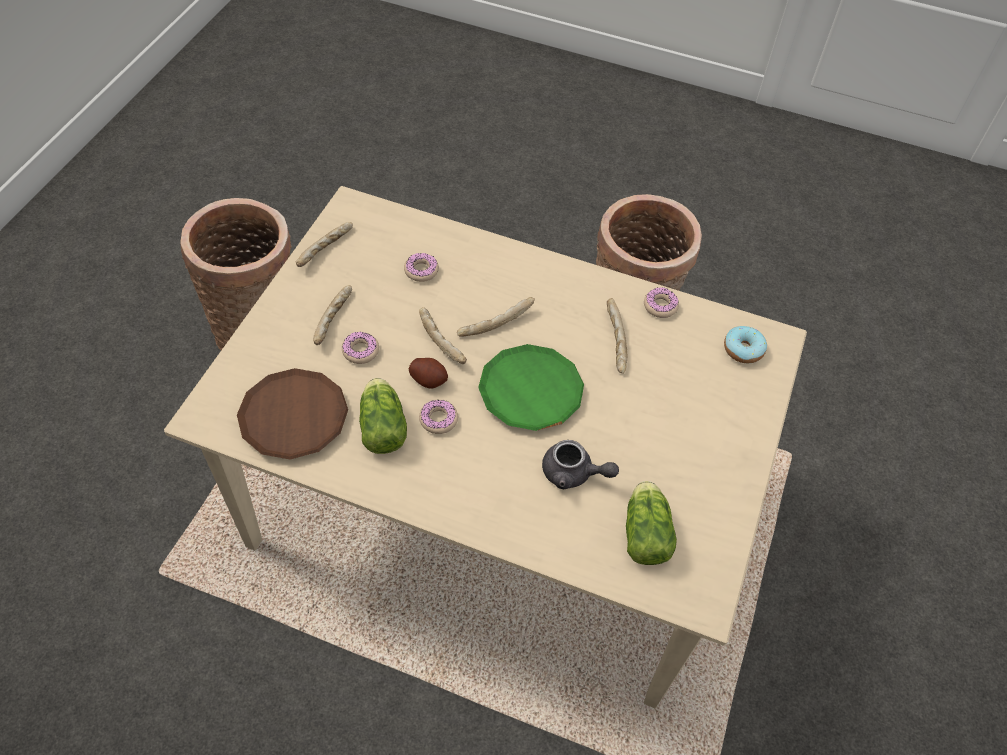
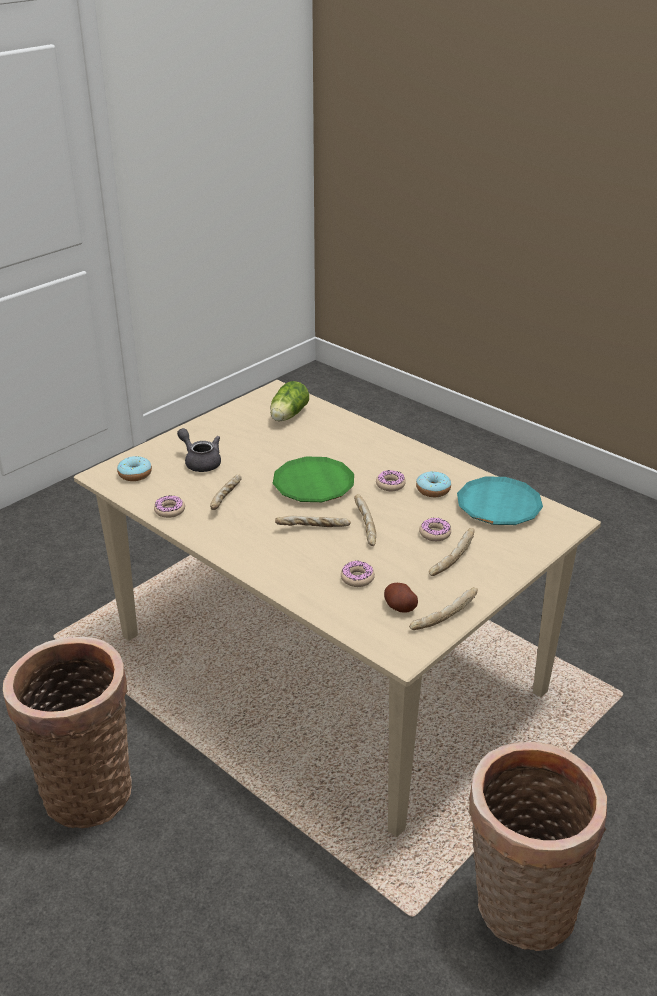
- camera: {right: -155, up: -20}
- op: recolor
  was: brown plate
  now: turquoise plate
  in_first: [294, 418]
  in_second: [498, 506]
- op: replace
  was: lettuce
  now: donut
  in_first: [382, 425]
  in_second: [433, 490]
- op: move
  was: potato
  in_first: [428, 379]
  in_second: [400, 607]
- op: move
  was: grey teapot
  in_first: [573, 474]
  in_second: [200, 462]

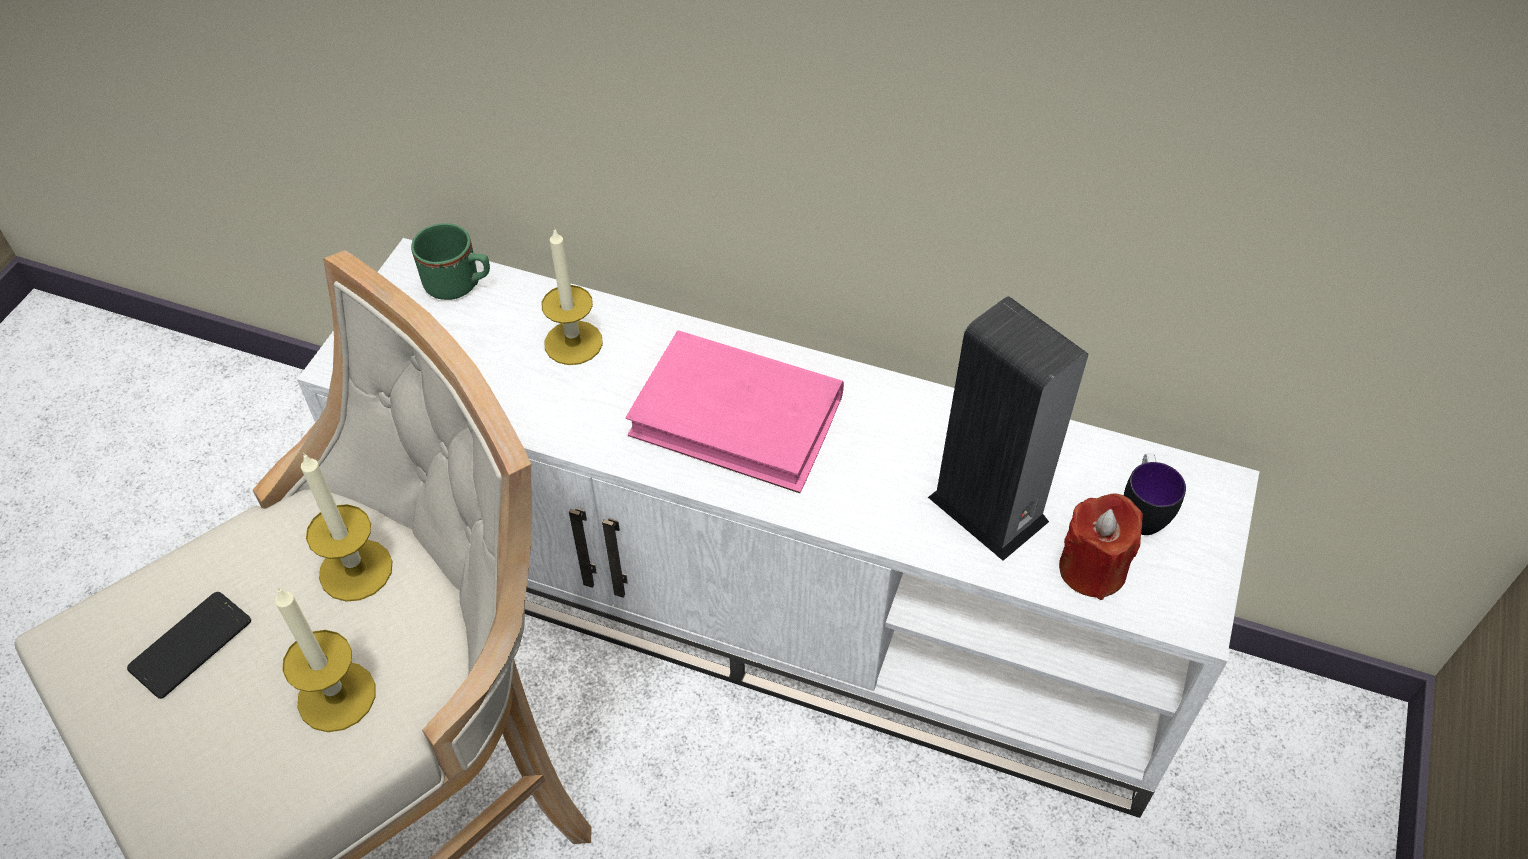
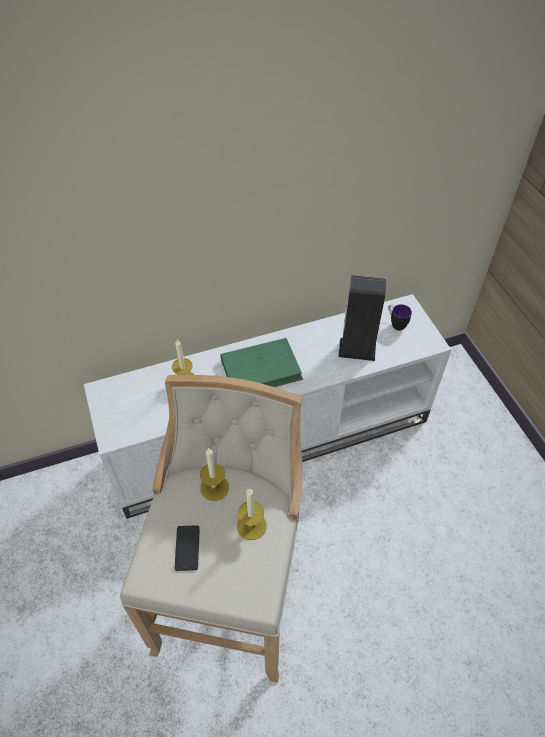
- camera: {right: -40, up: 0}
- op: delete
  was: green mug
  in_first: [459, 285]
- op: recolor
  was: pink book
  now: green book
  in_first: [738, 417]
  in_second: [261, 369]
- op: delete
  was: red candle
  in_first: [1092, 569]

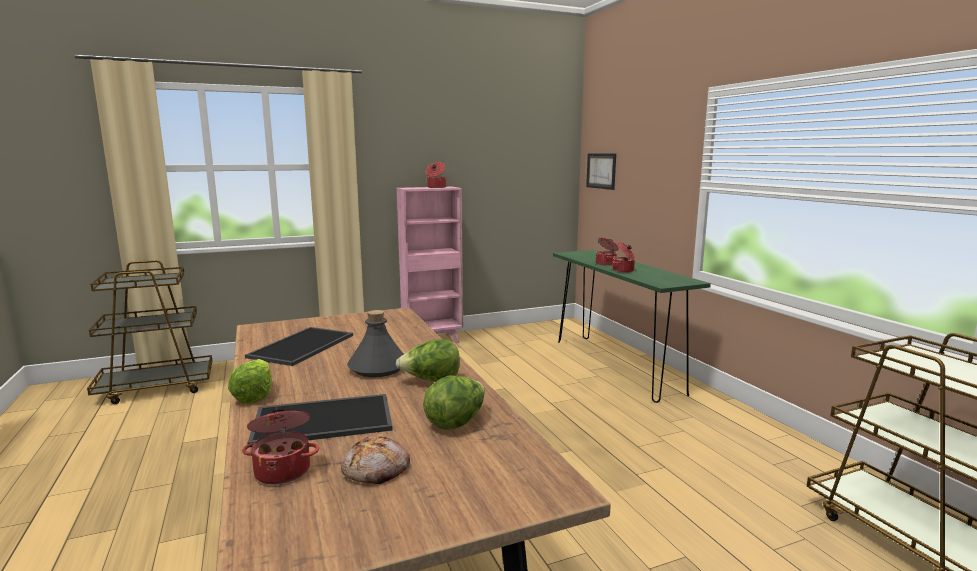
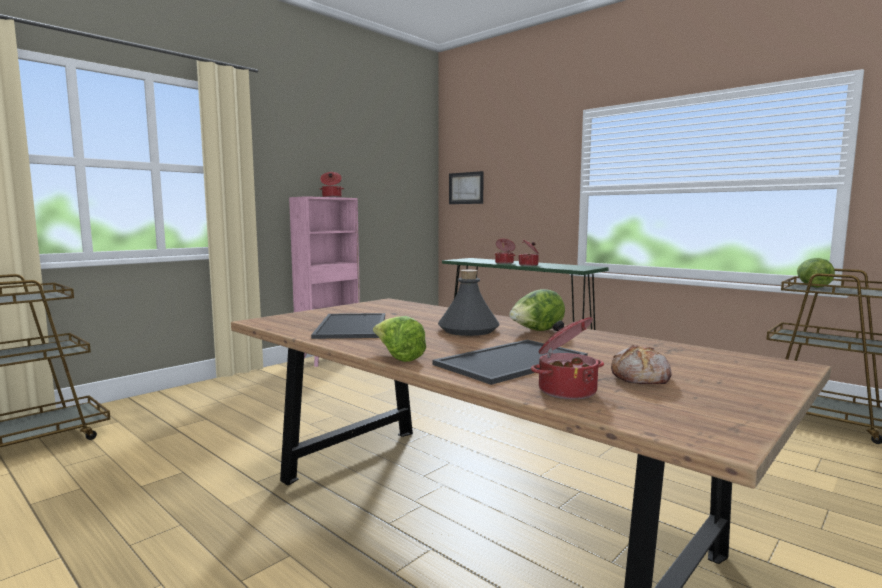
- camera: {right: -25, up: -5}
- op: move
  was: lettuce
  in_first: [456, 422]
  in_second: [812, 286]

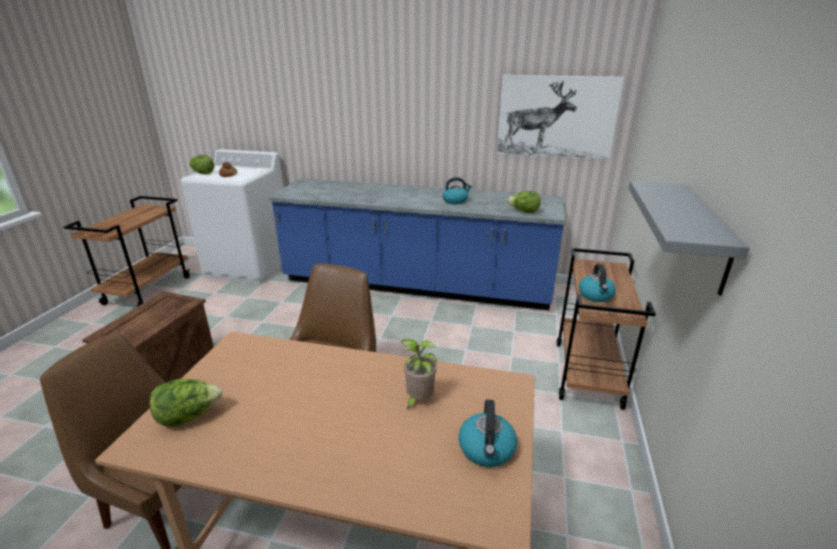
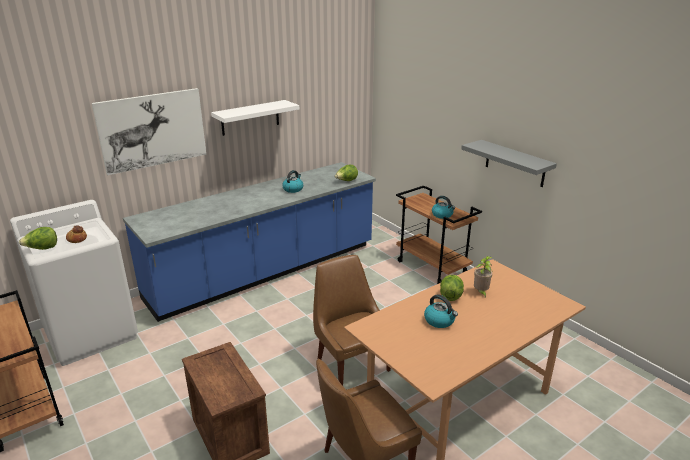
- camera: {right: -50, up: 0}
- op: move
  was: lettuce
  in_first: [189, 416]
  in_second: [450, 295]
- op: move
  was: kettle
  in_first: [487, 449]
  in_second: [440, 321]
- op: move
  was: picture
  in_first: [556, 117]
  in_second: [152, 130]
- op: insert
  now: white shelf
  in_second: [250, 117]

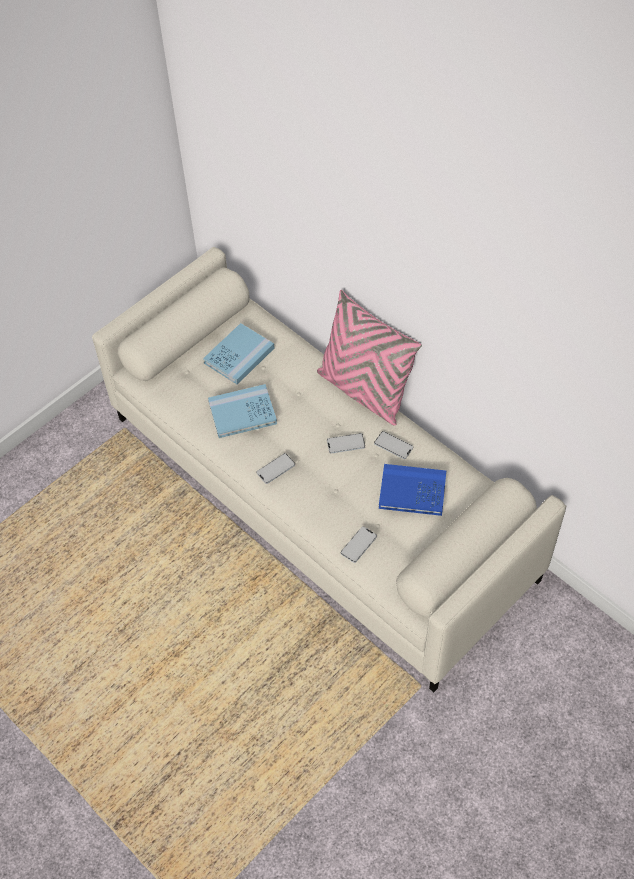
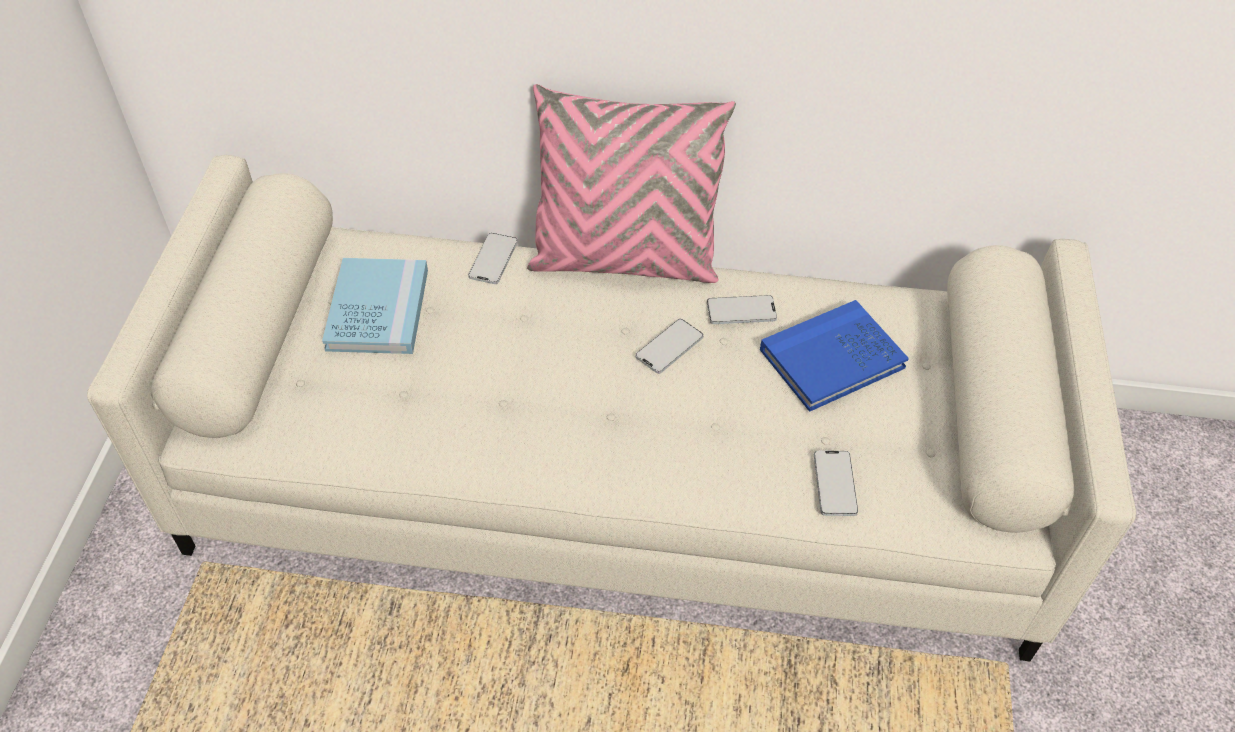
- camera: {right: -40, up: -5}
- op: delete
  was: blue book
  in_first: [242, 413]
- op: move
  was: phone
  in_first: [276, 469]
  in_second: [493, 259]

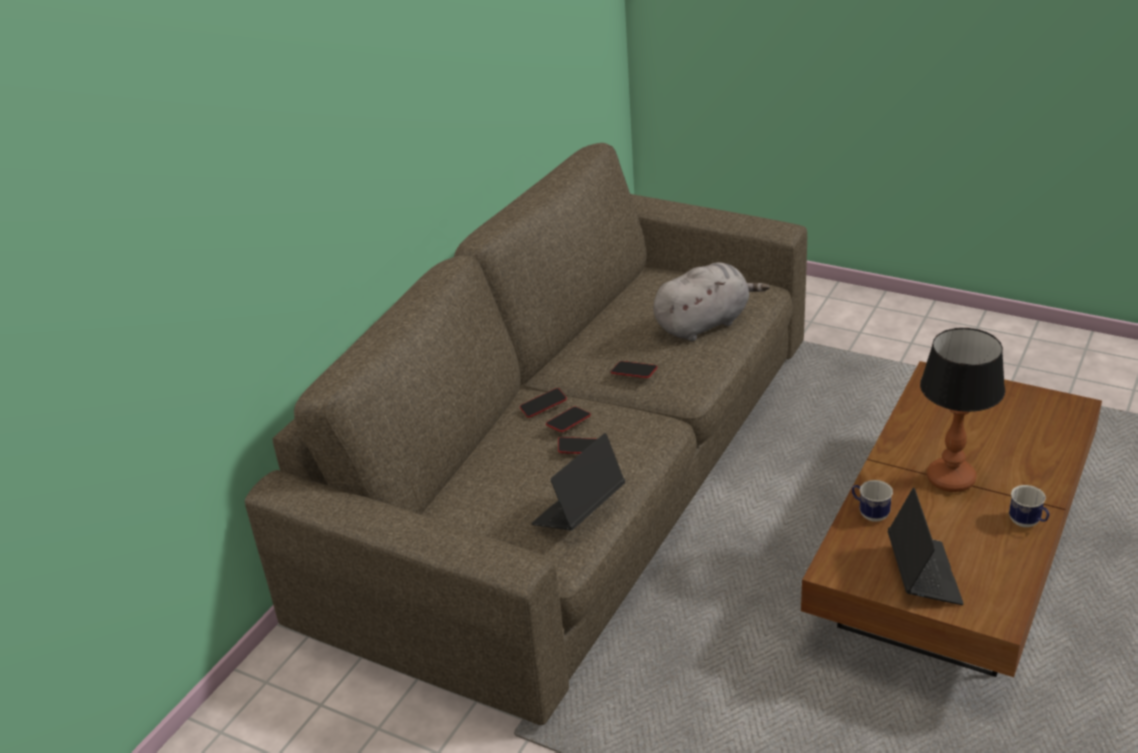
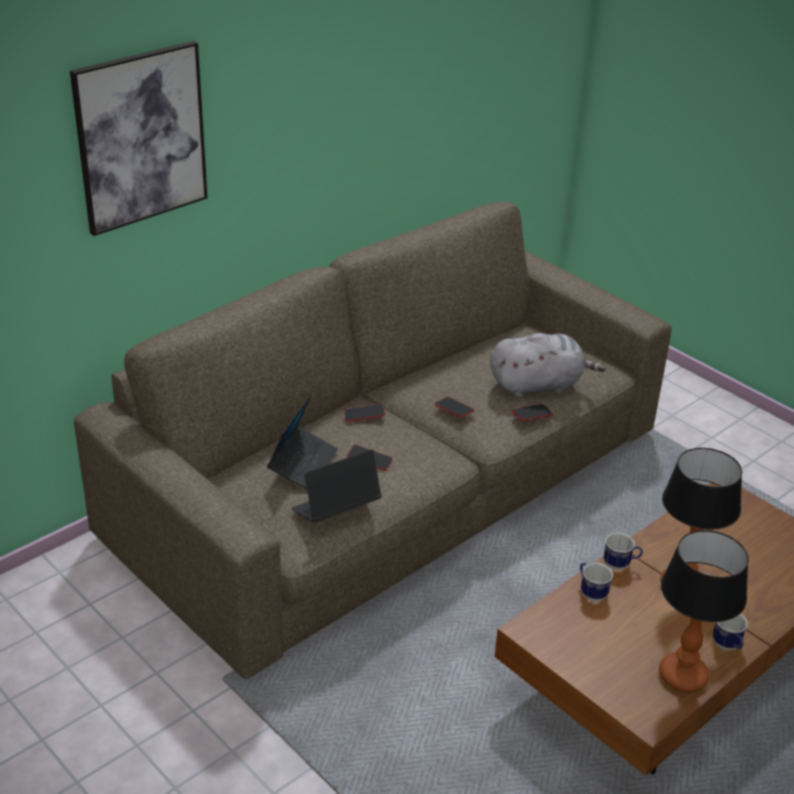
- camera: {right: 15, up: 0}
- op: move
  was: phone
  in_first: [568, 422]
  in_second: [532, 415]
- op: move
  was: laptop
  in_first: [923, 574]
  in_second: [303, 464]
- op: insert
  now: picture
  in_second: [141, 137]
- op: insert
  now: mug
  in_second: [620, 565]
- op: insert
  now: table lamp
  in_second: [681, 675]

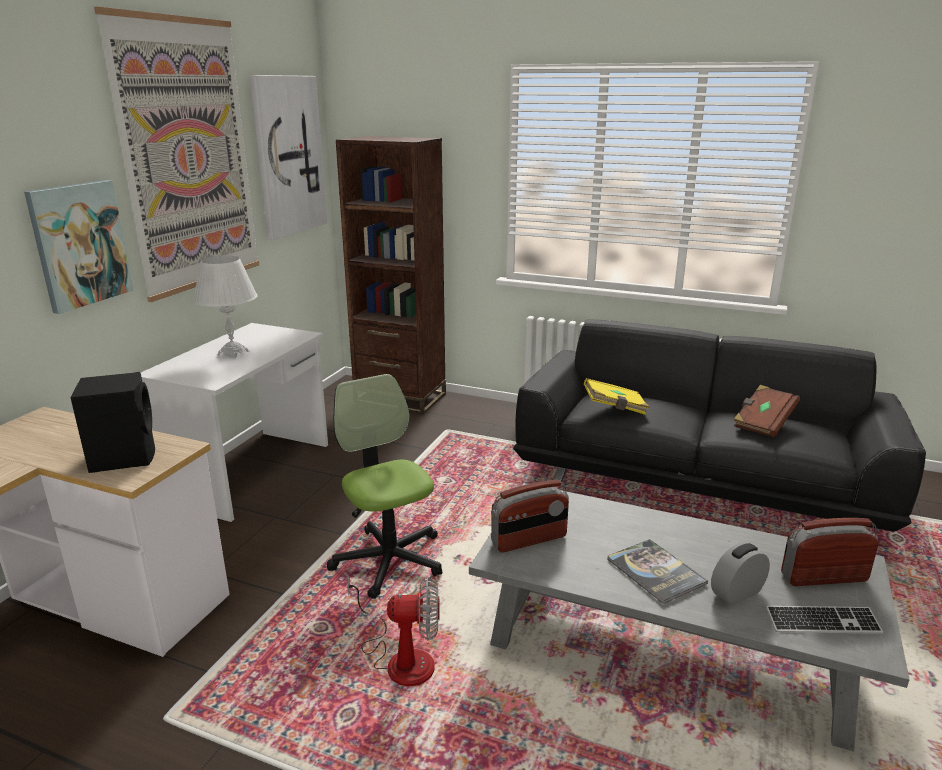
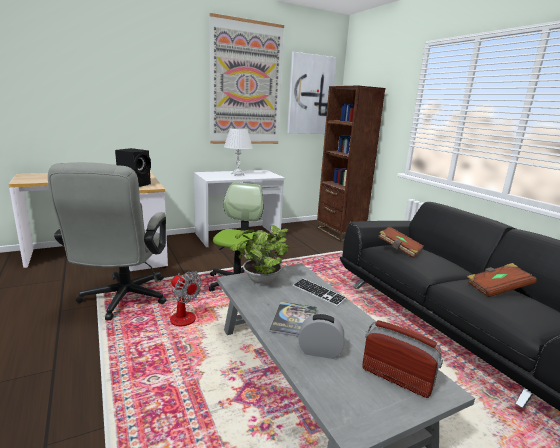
- camera: {right: 40, up: -5}
- op: delete
  was: picture
  in_first: [80, 244]
- op: replace
  was: radio
  now: potted plant
  in_first: [529, 540]
  in_second: [259, 281]
- op: recolor
  was: yellow book
  now: brown book
  in_first: [615, 408]
  in_second: [399, 249]
- op: move
  was: keyboard
  in_first: [822, 622]
  in_second: [318, 293]
- op: insert
  now: grey office chair
  in_second: [122, 300]

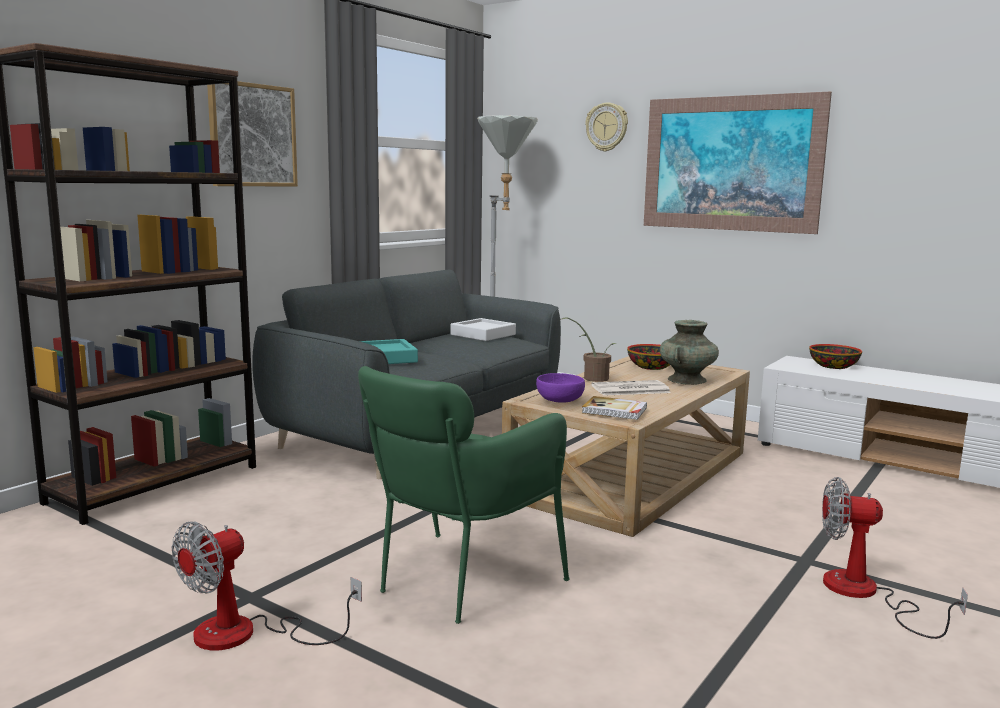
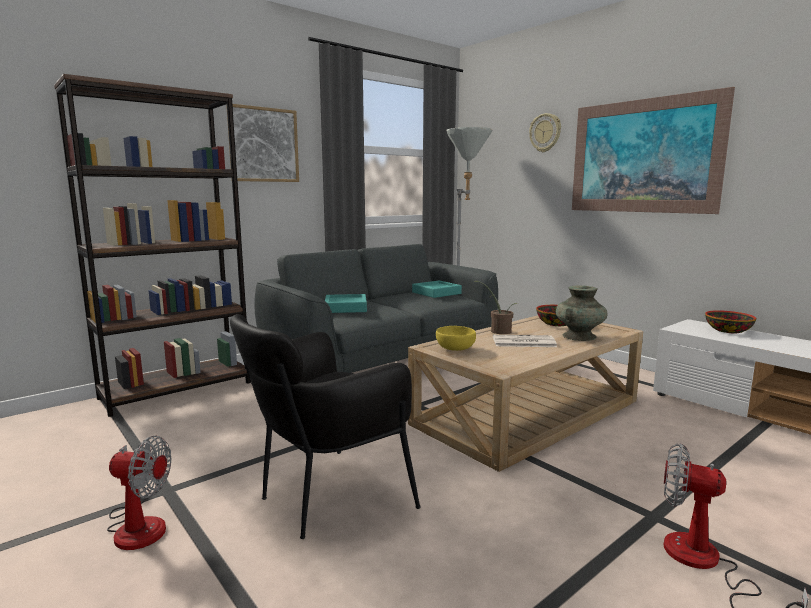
- camera: {right: 15, up: 0}
- op: rotate
  was: fan
  in_first: [246, 634]
  in_second: [138, 524]
  clockwise: -135
- op: recolor
  was: green armchair
  now: black armchair
  in_first: [456, 583]
  in_second: [325, 499]
- op: recolor
  was: white tray
  now: turquoise tray
  in_first: [483, 334]
  in_second: [436, 293]
- op: recolor
  was: purple bowl
  now: yellow bowl
  in_first: [559, 400]
  in_second: [455, 348]
- op: delete
  was: book
  in_first: [614, 411]

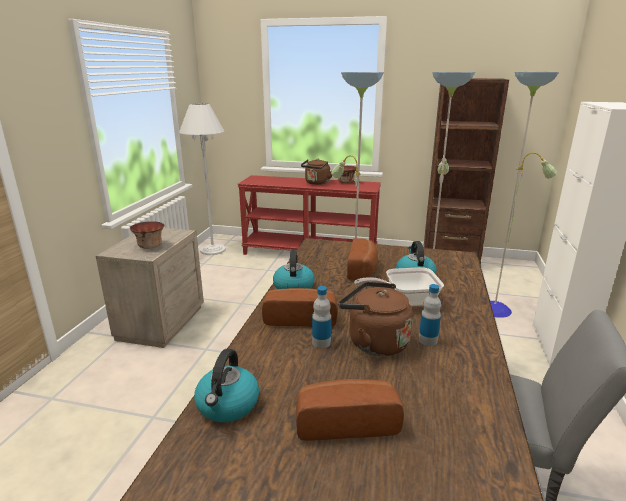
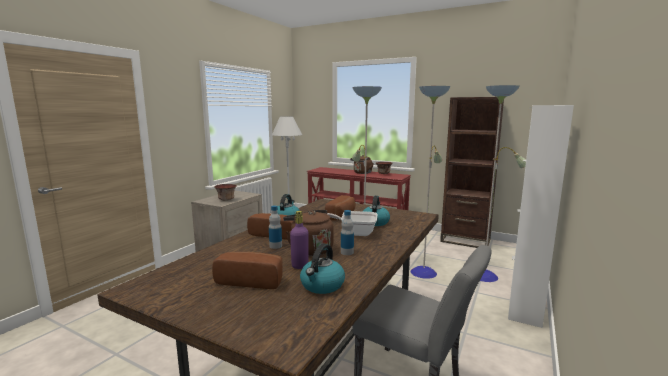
- camera: {right: 15, up: -10}
- op: move
  was: kettle
  in_first: [228, 405]
  in_second: [322, 285]
- op: insert
  now: purple bottle
  in_second: [300, 266]

